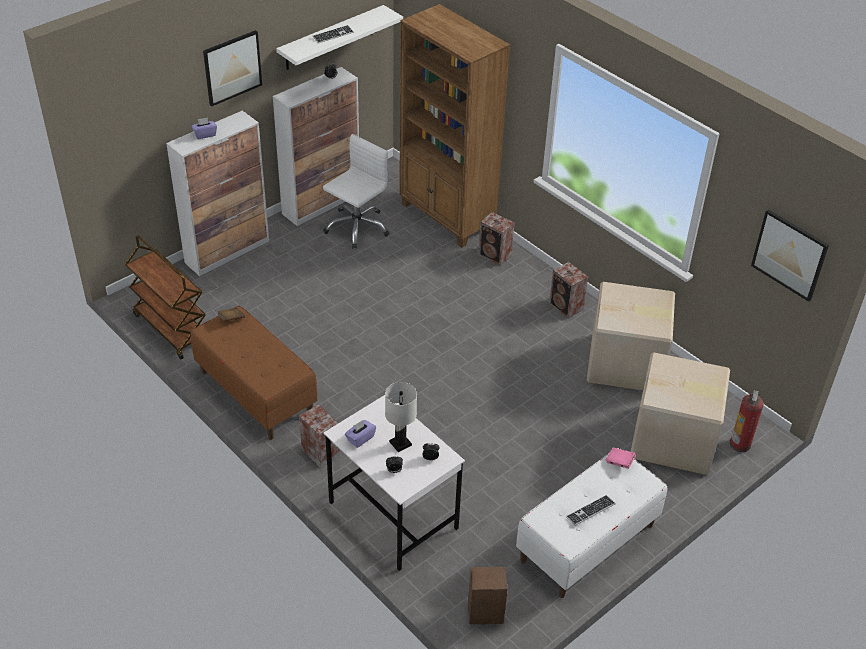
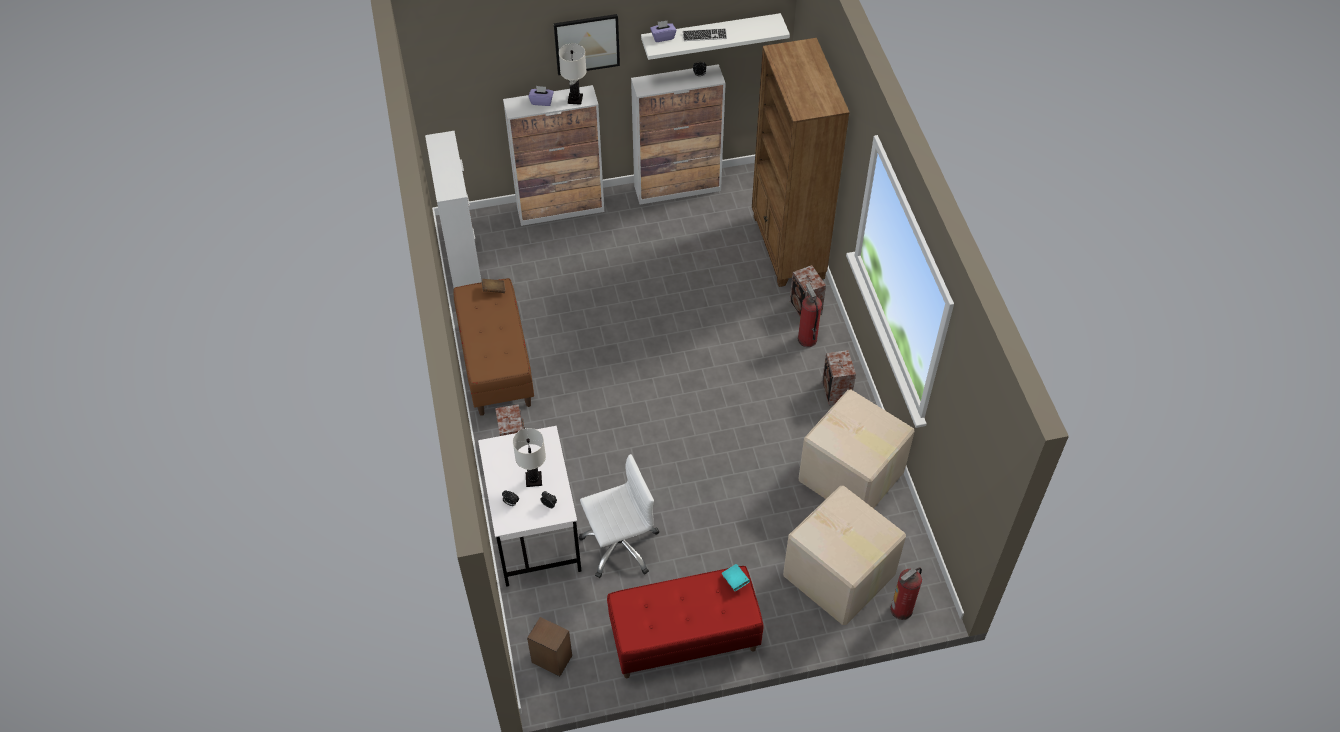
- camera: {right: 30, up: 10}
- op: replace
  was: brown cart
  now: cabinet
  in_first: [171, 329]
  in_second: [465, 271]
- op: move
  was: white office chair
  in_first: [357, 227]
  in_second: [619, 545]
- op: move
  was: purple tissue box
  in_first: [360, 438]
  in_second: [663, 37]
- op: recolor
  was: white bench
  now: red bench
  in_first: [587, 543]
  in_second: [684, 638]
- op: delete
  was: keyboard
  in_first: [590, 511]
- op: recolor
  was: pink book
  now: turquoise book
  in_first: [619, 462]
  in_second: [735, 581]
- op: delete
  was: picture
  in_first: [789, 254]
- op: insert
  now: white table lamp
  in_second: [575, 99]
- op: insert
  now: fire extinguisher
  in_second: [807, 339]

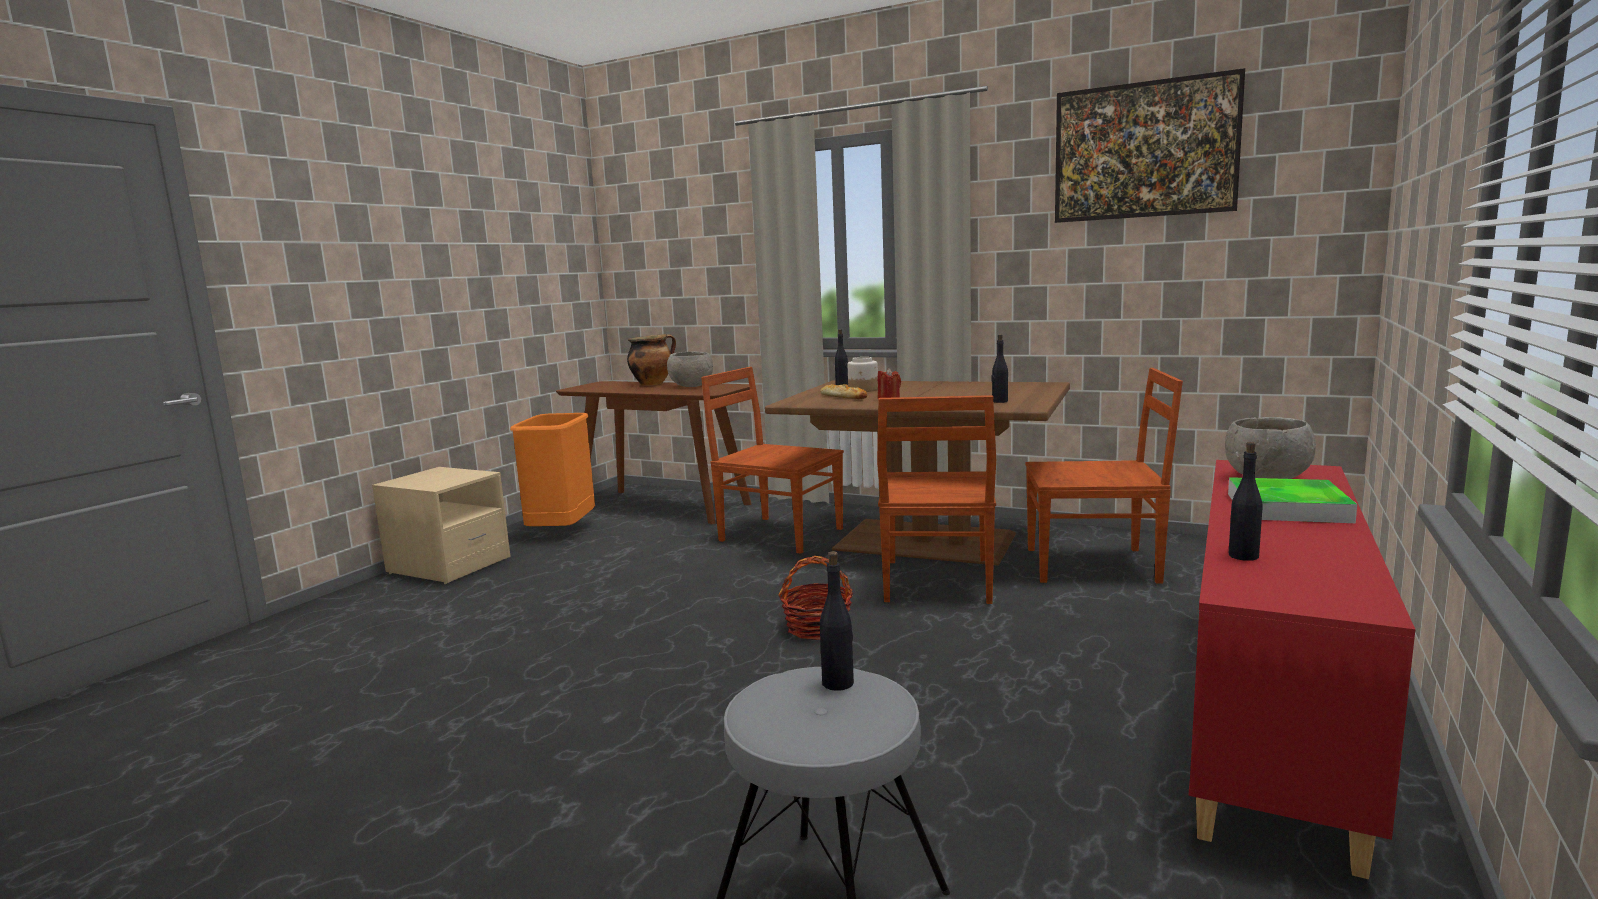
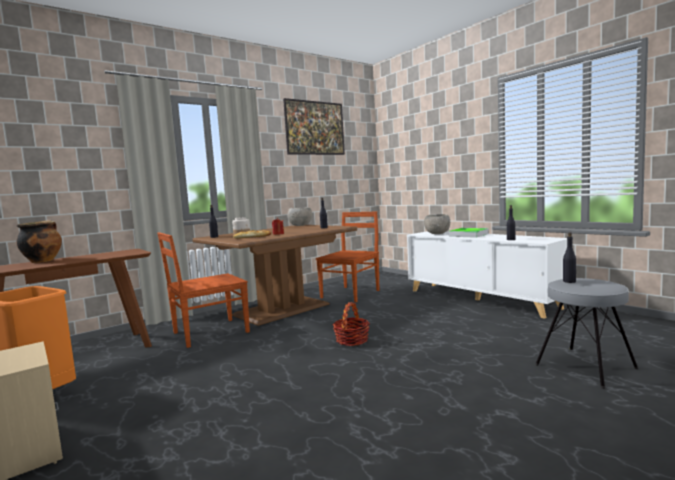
- camera: {right: -65, up: -5}
- op: move
  was: grey bowl
  in_first: [691, 386]
  in_second: [300, 225]
- op: delete
  was: brown chair
  in_first: [937, 582]
- op: recolor
  was: red cabinet
  now: white cabinet
  in_first: [1271, 714]
  in_second: [480, 299]

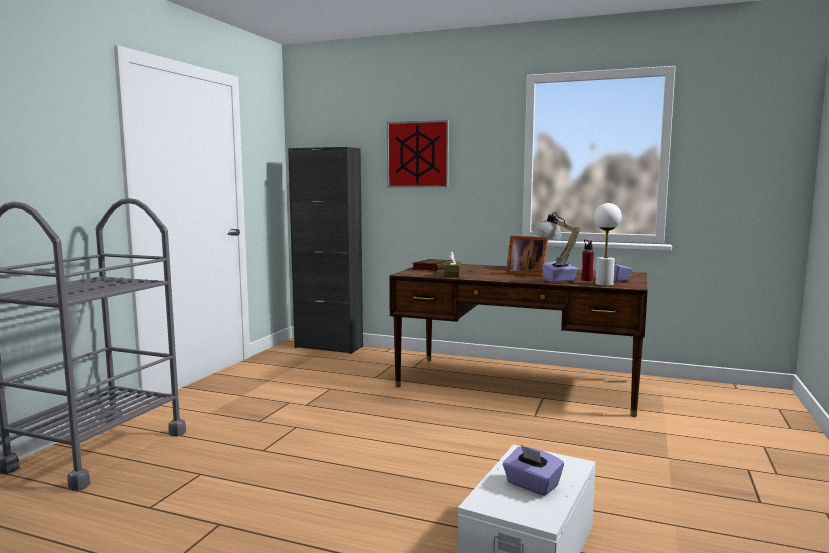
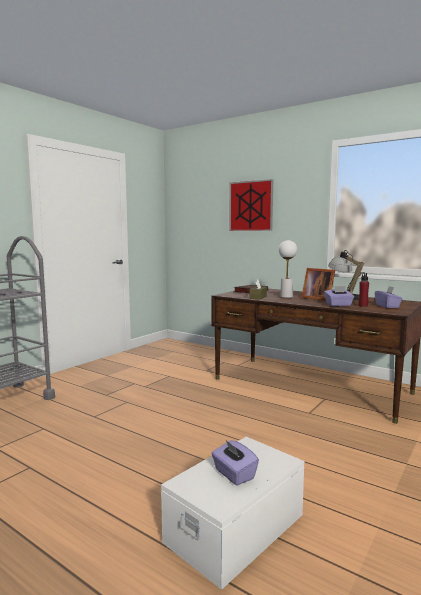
- camera: {right: 15, up: 0}
- op: delete
  was: black cabinet
  in_first: [328, 347]
- op: move
  was: white table lamp
  in_first: [604, 284]
  in_second: [286, 297]

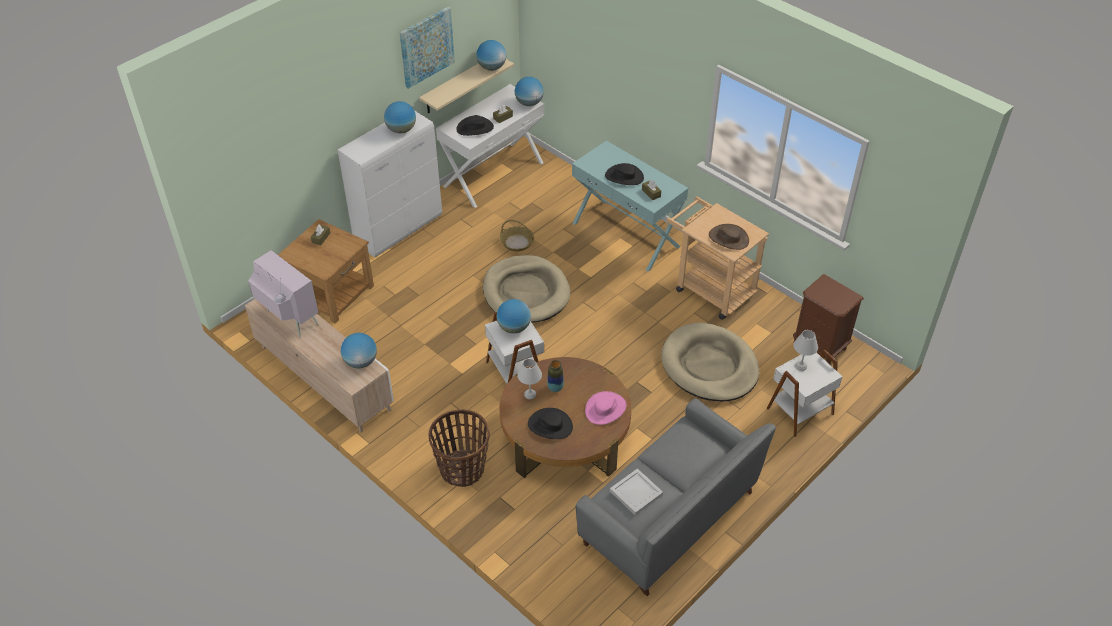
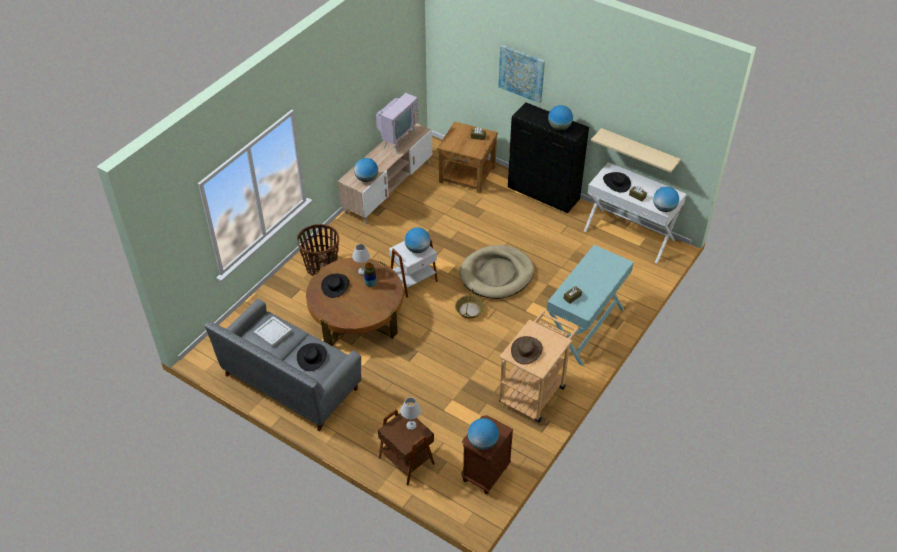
- camera: {right: 80, up: 0}
- op: recolor
  was: white cabinet
  now: black cabinet
  in_first: [399, 229]
  in_second: [544, 194]
- op: move
  was: picture
  in_first: [426, 47]
  in_second: [521, 73]
- op: move
  was: globe
  in_first: [492, 67]
  in_second: [482, 443]
- op: move
  was: basket
  in_first: [517, 242]
  in_second: [469, 310]
- op: delete
  was: pink hat
  in_first: [605, 409]
- op: move
  was: black hat
  in_first: [624, 176]
  in_second: [312, 357]
- op: delete
  was: beige dog bed
  in_first: [709, 366]
- op: recolor
  was: white side table
  now: brown side table
  in_first: [799, 410]
  in_second: [407, 460]

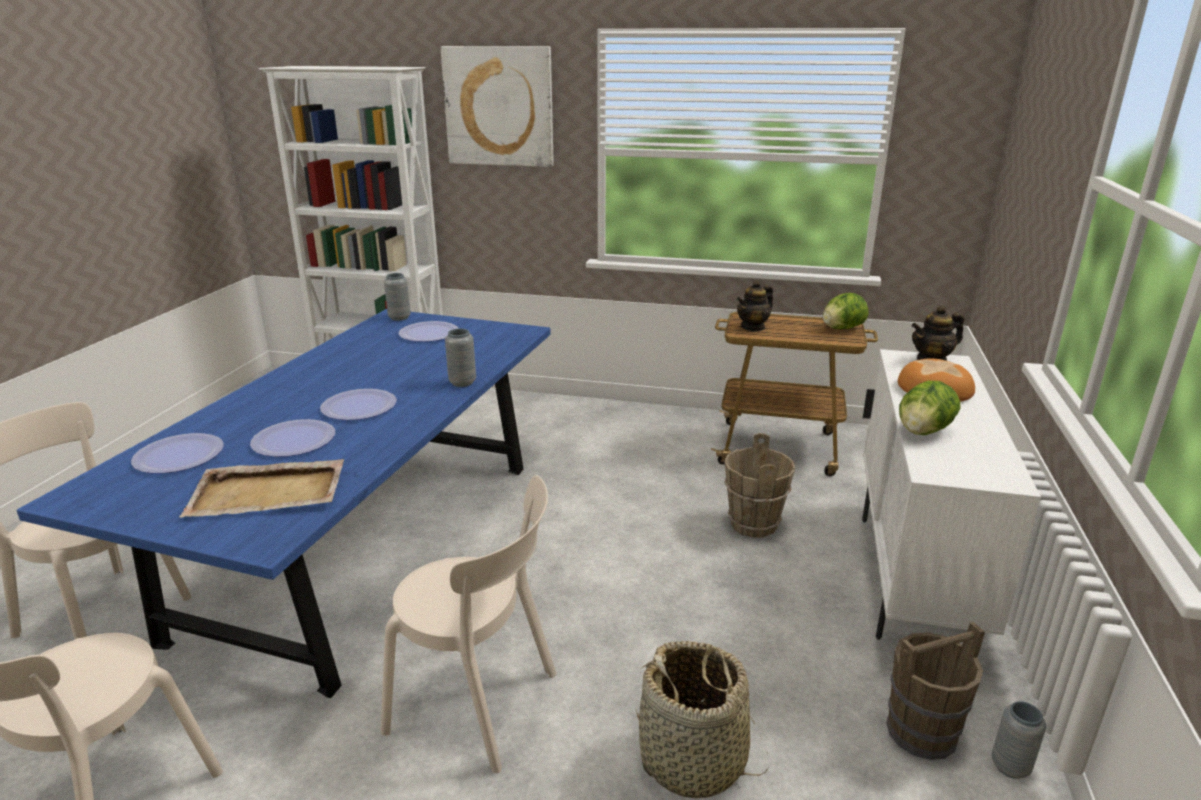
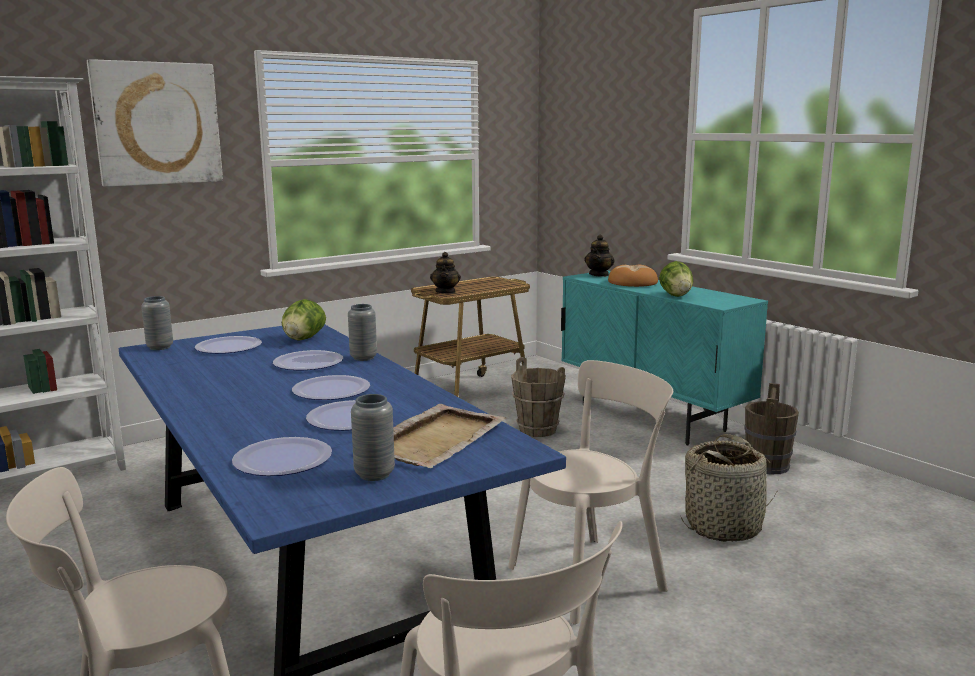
- camera: {right: -50, up: -10}
- op: move
  was: lettuce
  in_first: [842, 328]
  in_second: [303, 339]
- op: recolor
  was: white cabinet
  now: turquoise cabinet
  in_first: [911, 579]
  in_second: [651, 418]
- op: move
  was: grey vase
  in_first: [1010, 767]
  in_second: [374, 474]
- op: insert
  now: plate
  in_second: [308, 362]

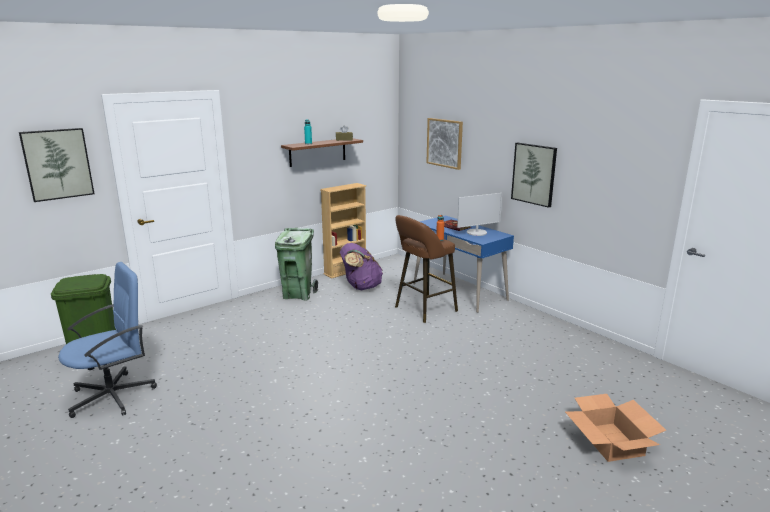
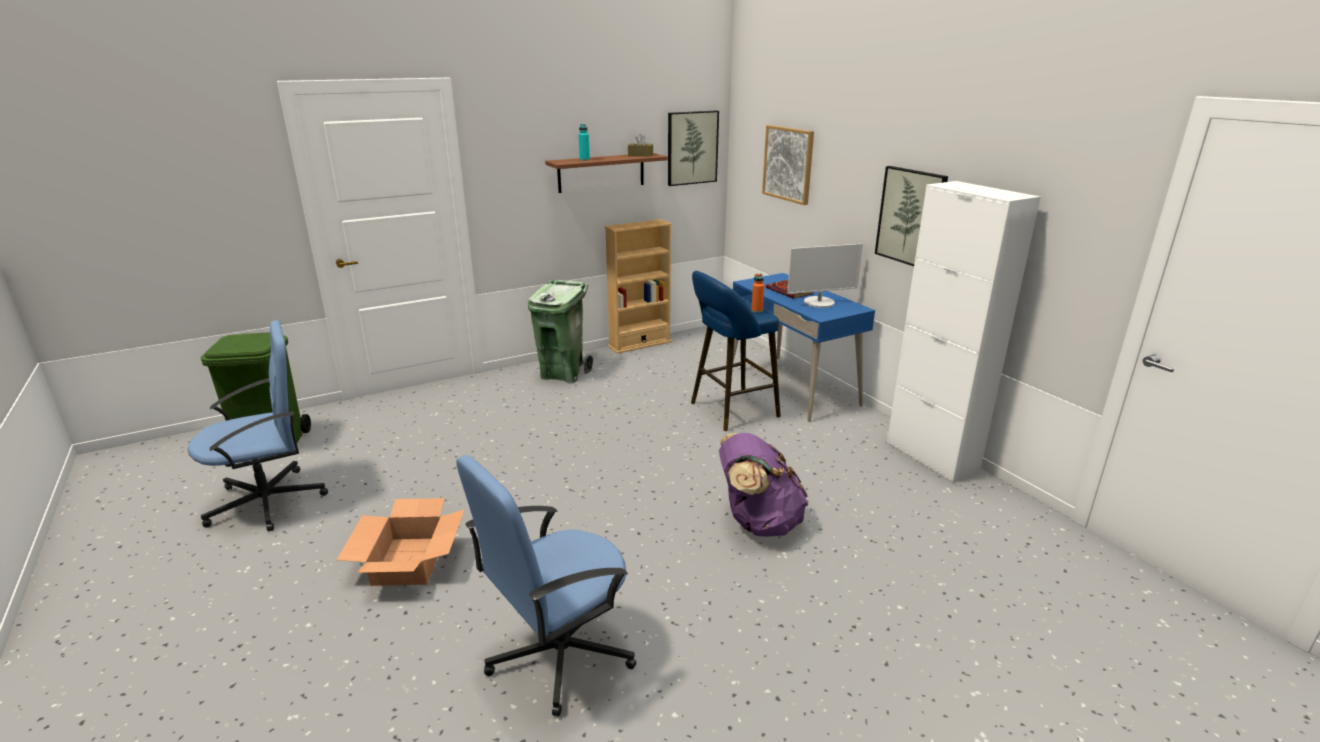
- camera: {right: 10, up: 5}
- op: move
  was: picture
  in_first: [57, 164]
  in_second: [692, 148]
- op: move
  was: purple backpack
  in_first: [360, 287]
  in_second: [758, 522]
- op: recolor
  was: brown stool
  now: blue stool
  in_first: [423, 310]
  in_second: [730, 411]
- op: move
  was: cardboard box
  in_first: [610, 442]
  in_second: [408, 561]
- op: insert
  now: blue office chair
  in_second: [558, 653]
- op: insert
  now: white cabinet
  in_second: [931, 457]

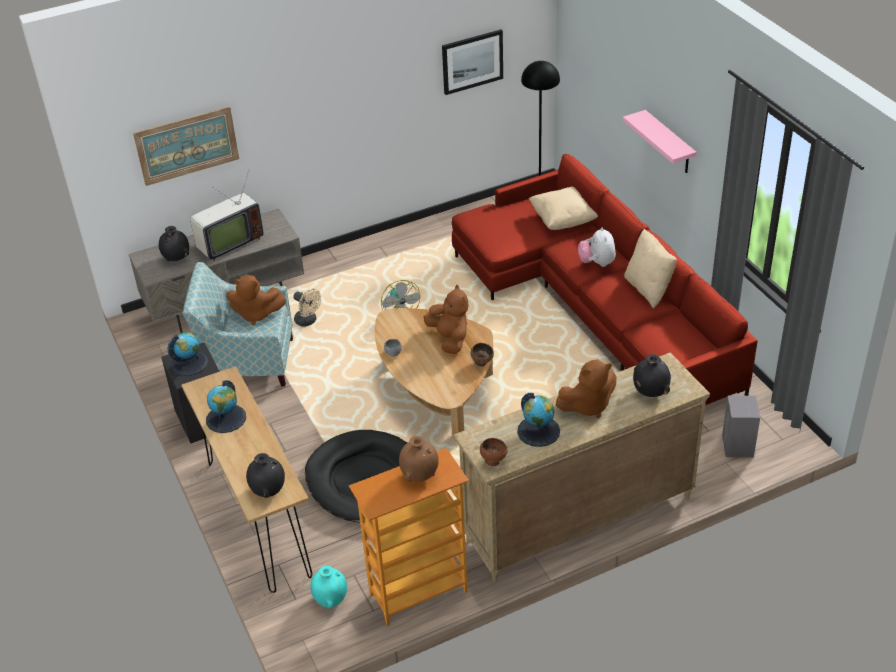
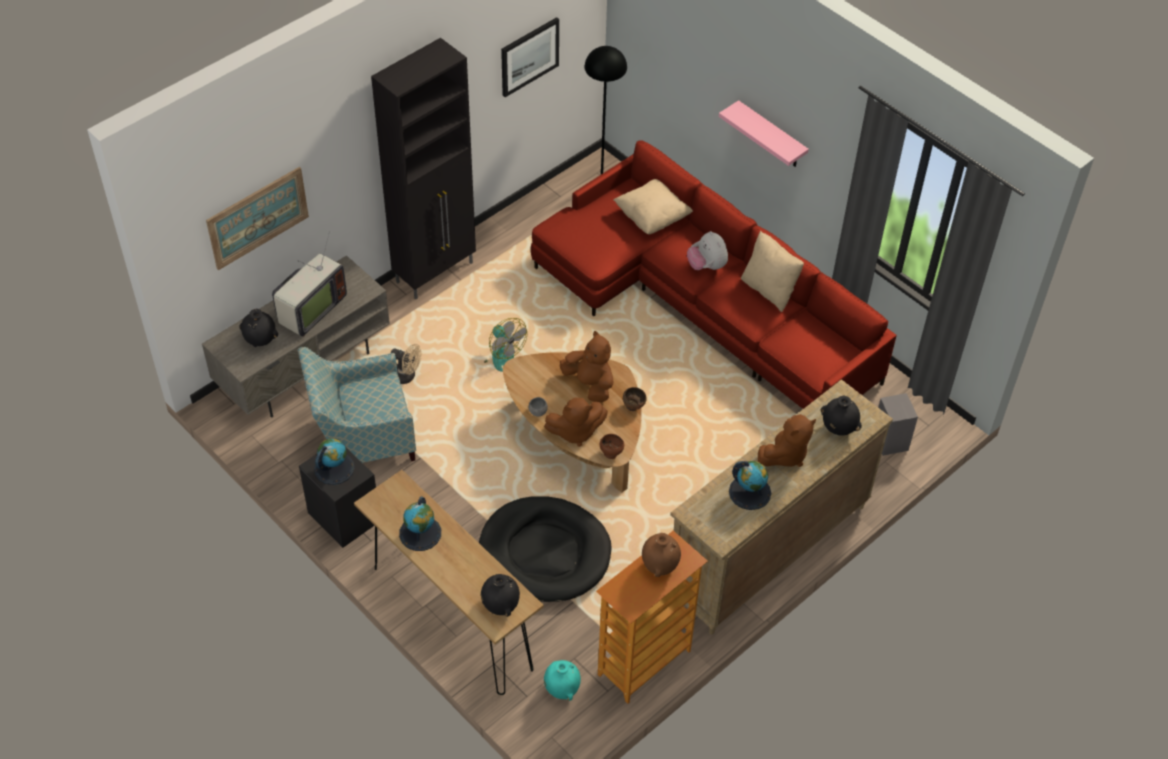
- camera: {right: -20, up: 10}
- op: move
  was: brown plush toy
  in_first: [256, 314]
  in_second: [575, 432]
- op: move
  was: brown bowl
  in_first: [493, 461]
  in_second: [610, 453]
- op: insert
  now: black cabinet
  in_second: [436, 272]

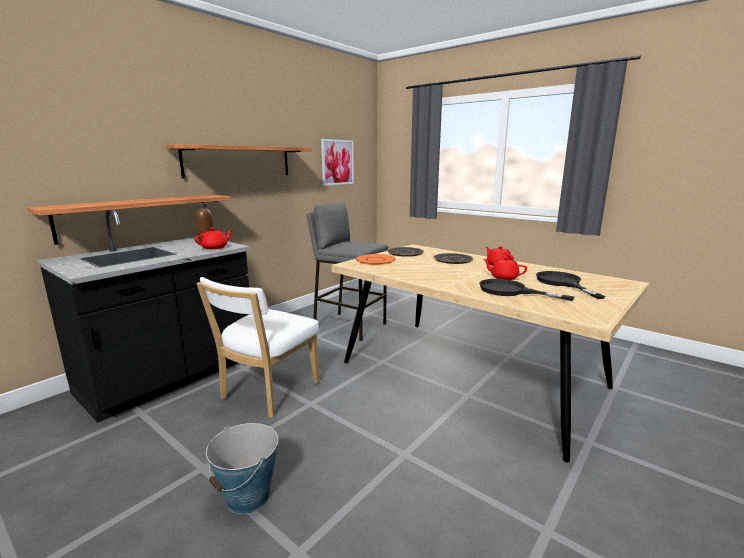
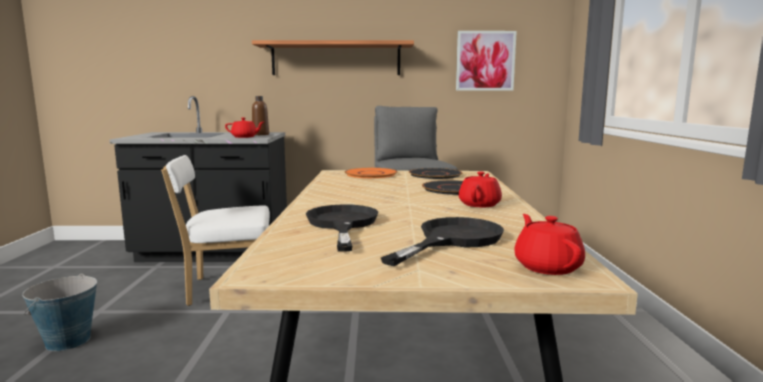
- camera: {right: 50, up: -5}
- op: delete
  was: shelf
  in_first: [137, 217]
- op: move
  was: red teapot
  in_first: [503, 277]
  in_second: [547, 266]

